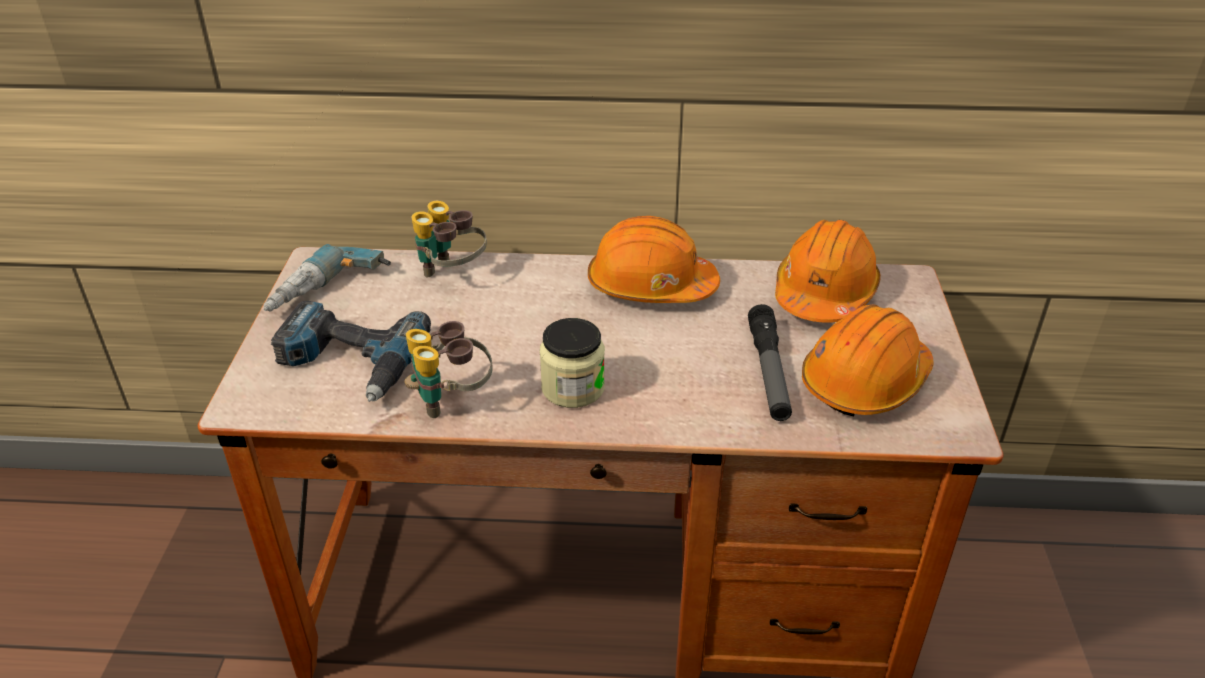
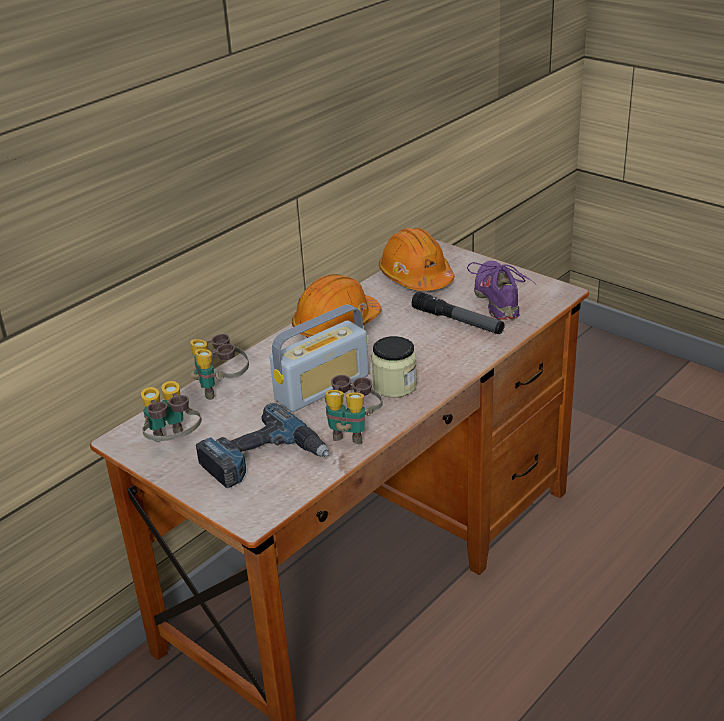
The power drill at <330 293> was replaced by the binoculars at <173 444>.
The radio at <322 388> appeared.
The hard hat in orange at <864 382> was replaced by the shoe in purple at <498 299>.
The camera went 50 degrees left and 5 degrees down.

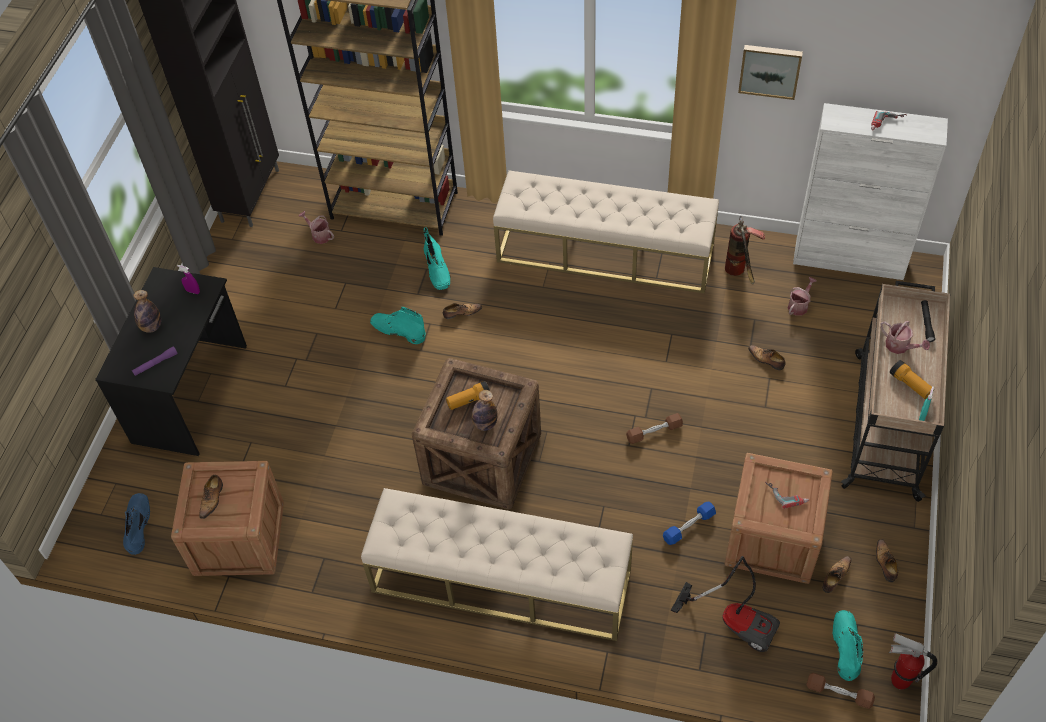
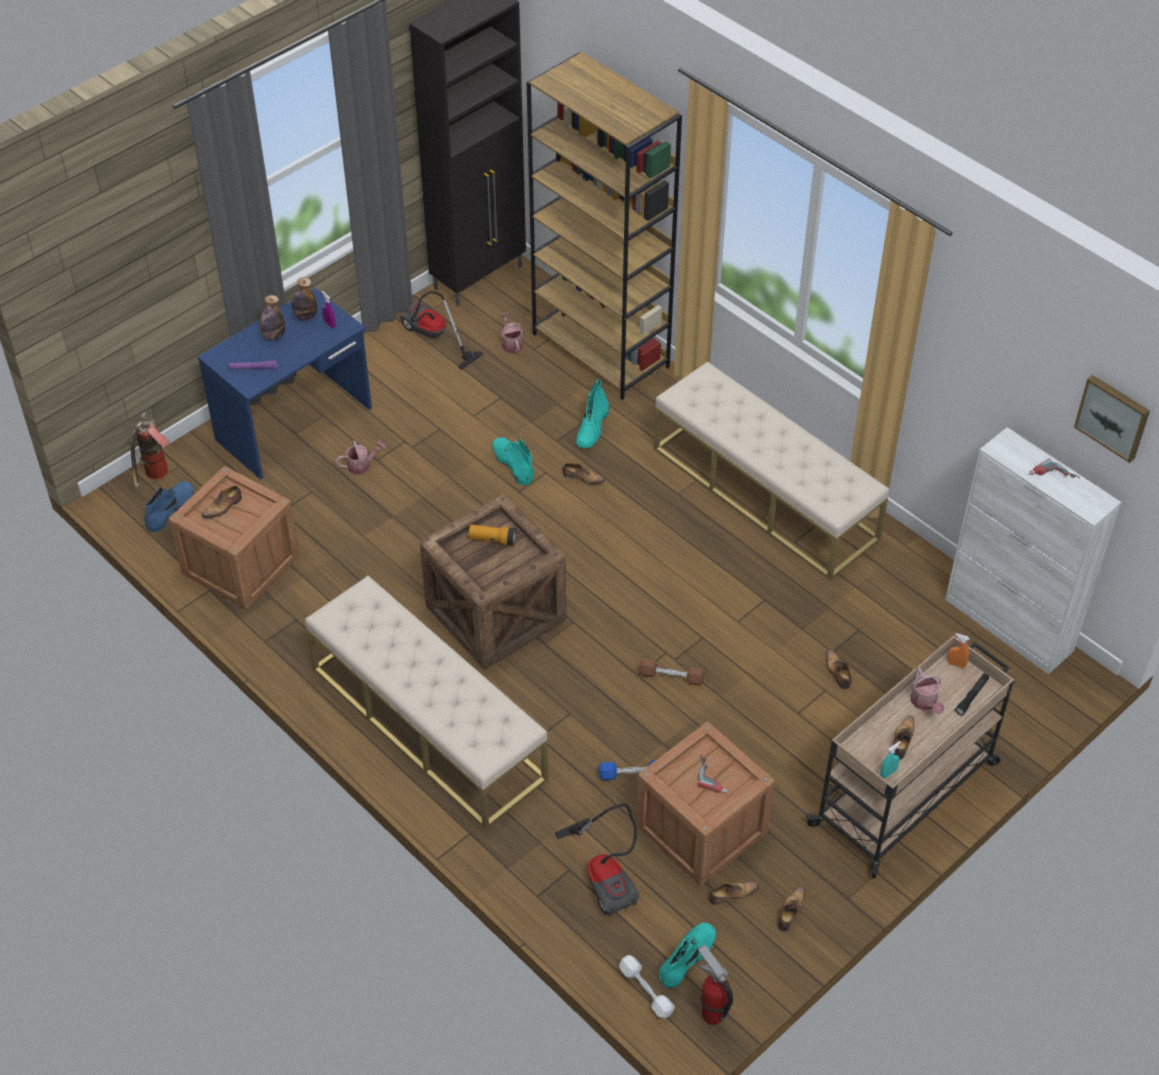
The fire extinguisher moved from <740 273> to <155 478>.
The desk in black at <192 393> became the desk in blue at <295 425>.
The bottle moved from <485 424> to <305 317>.
The watering can moved from <799 305> to <362 465>.
The vacuum cleaner at <432 338> appeared.
The dumbbell in brown at <839 693> became the dumbbell in white at <646 991>.
The flashlight at <910 385> was replaced by the shoe at <902 740>.
The spray bottle in orange at <956 664> appeared.
The picture moved from <770 70> to <1113 416>.
The camera went 30 degrees right and 5 degrees down.

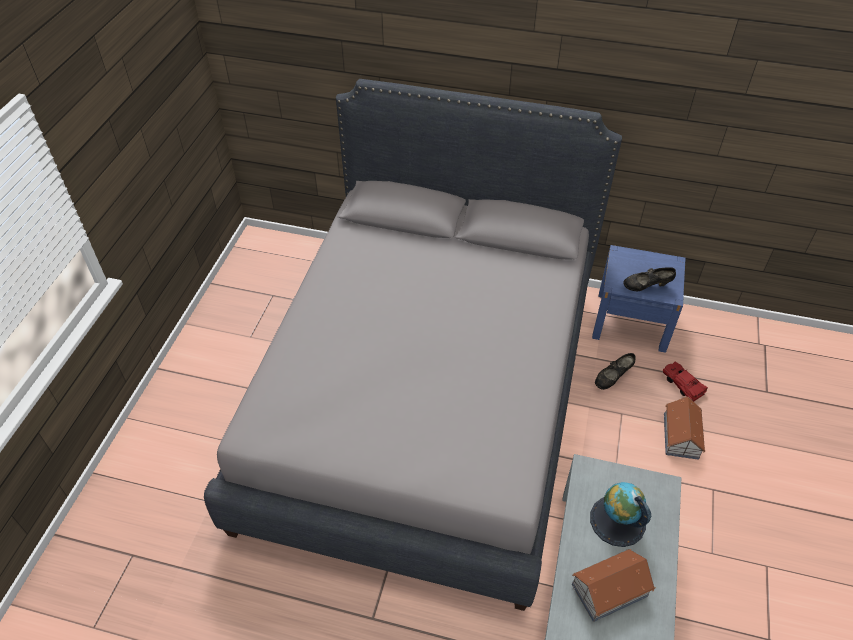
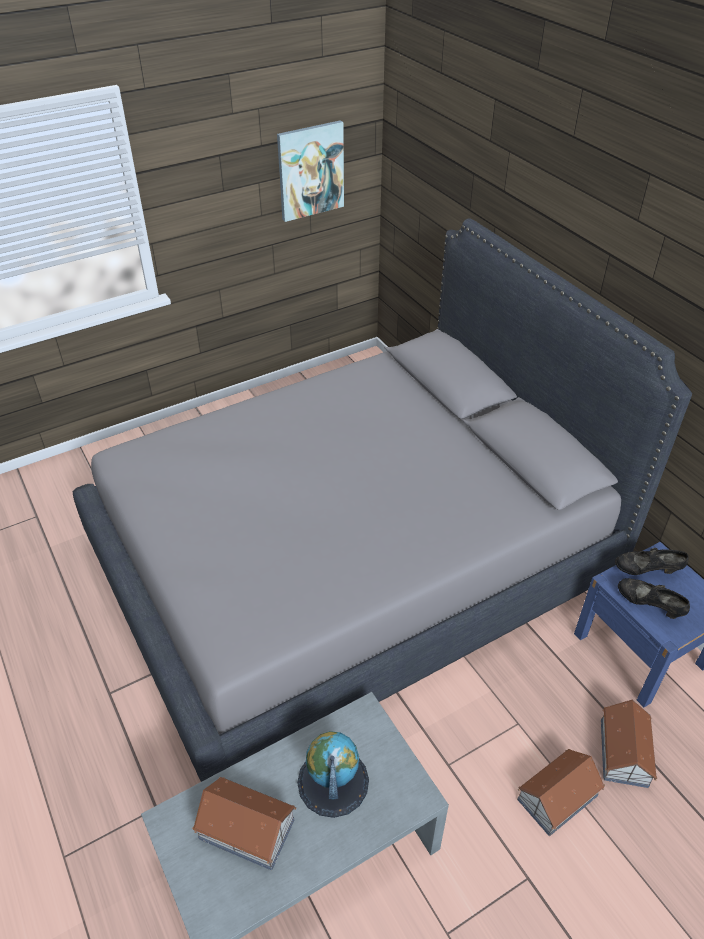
The picture at <310 170> appeared.
The toy car in red at <682 384> was replaced by the toy house at <624 752>.
The shoe in black moved from <612 378> to <646 571>.
The camera went 45 degrees right and 5 degrees down.

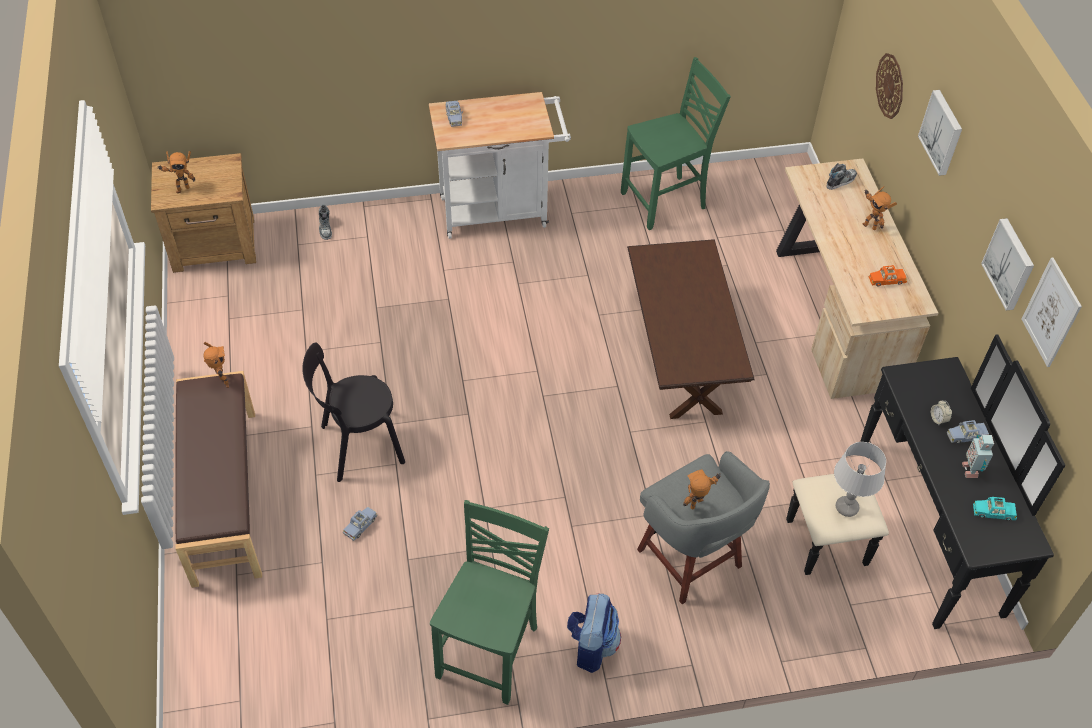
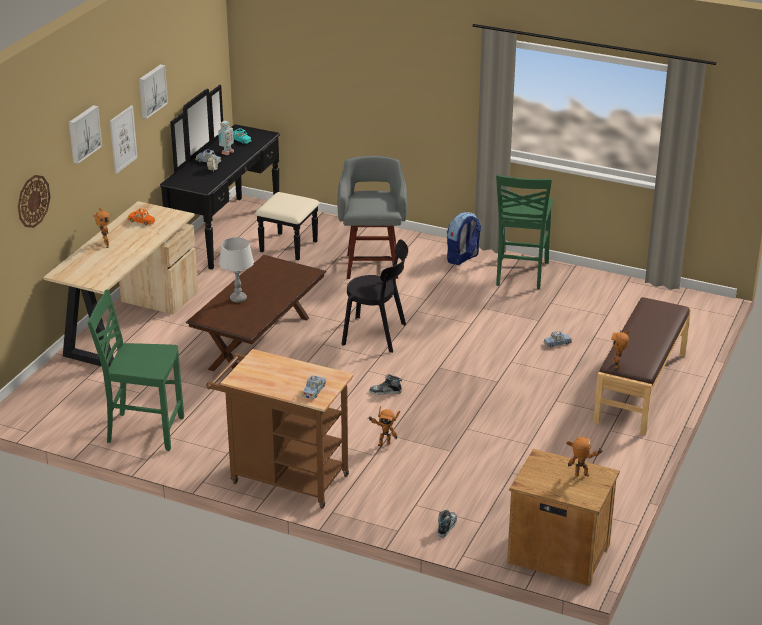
The picture moved from <1051 312> to <123 139>.
The cart in white at <500 210> became the cart in brown at <283 478>.
The table lamp in grey moved from <847 508> to <238 298>.
The chair in black moved from <358 445> to <377 335>.
The toy robot moved from <698 506> to <383 443>.
The shoe moved from <841 181> to <385 391>.
The chair in green at <491 651> turned 45 degrees counterclockwise.
The camera went 145 degrees left and 20 degrees down.

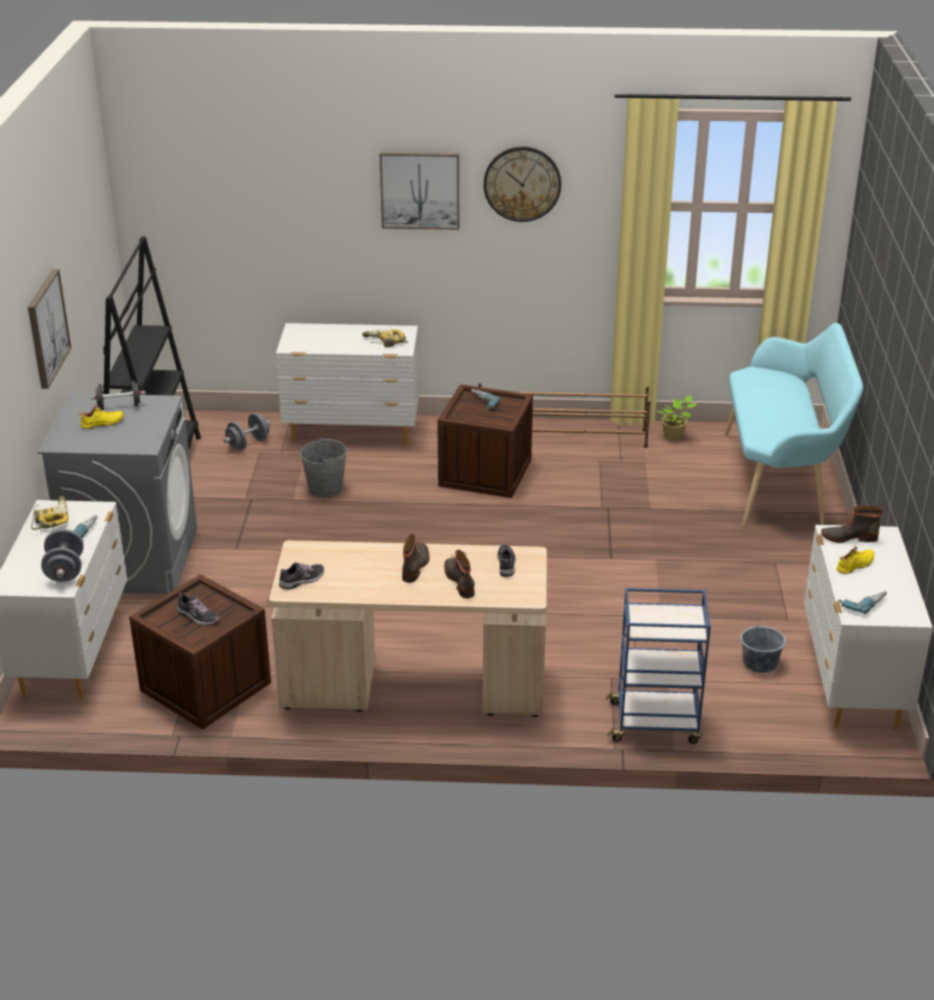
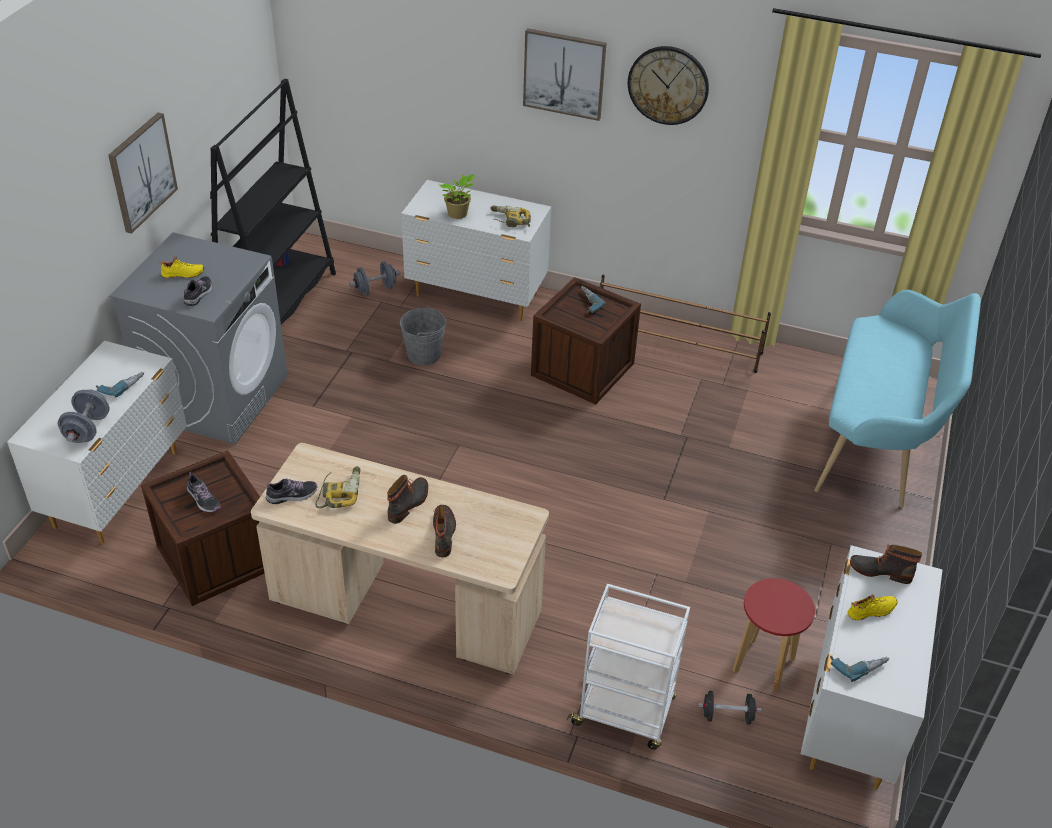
The shoe moved from <506 564> to <199 294>.
The power drill moved from <50 518> to <340 491>.
The potted plant moved from <674 436> to <458 214>.
The cart in blue at <656 722> became the cart in white at <625 712>.
The dumbbell in black moved from <119 406> to <727 716>.
The bucket in grey at <760 663> was replaced by the stool in red at <763 666>.
The camera went 15 degrees right and 10 degrees up.

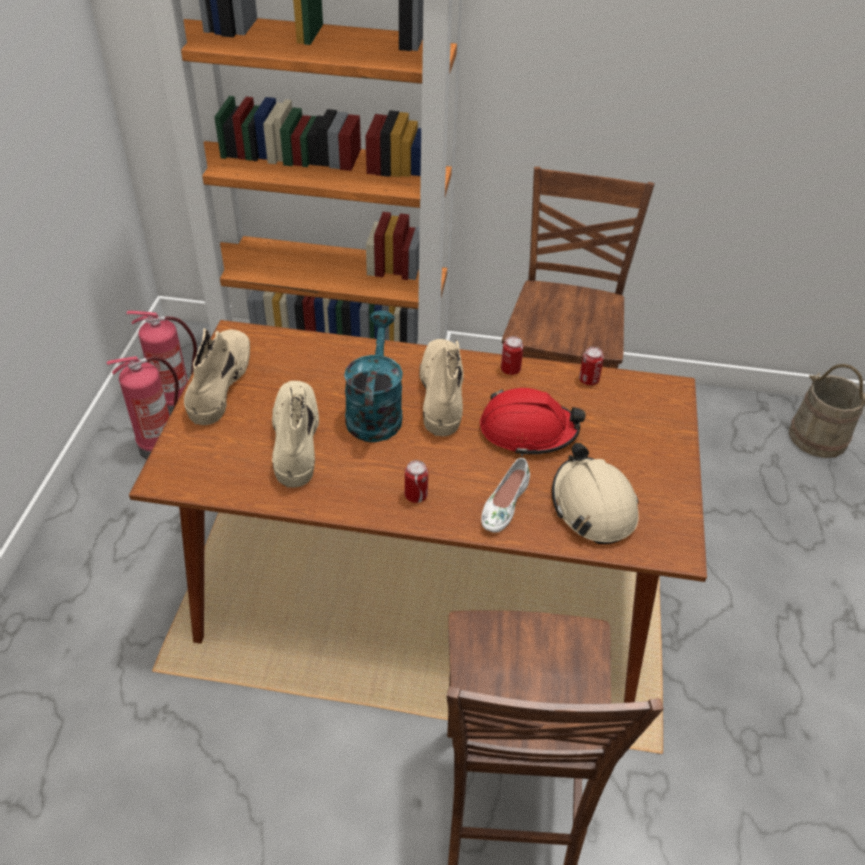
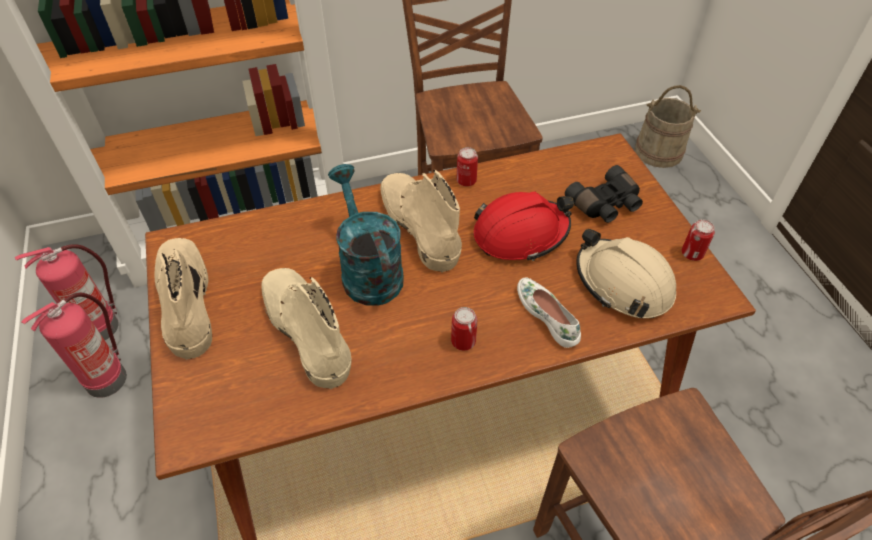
The shoe in white at <503 504> turned 150 degrees clockwise.
The binoculars in black at <605 205> appeared.
The can moved from <588 380> to <692 254>.
The camera went 25 degrees left and 5 degrees up.

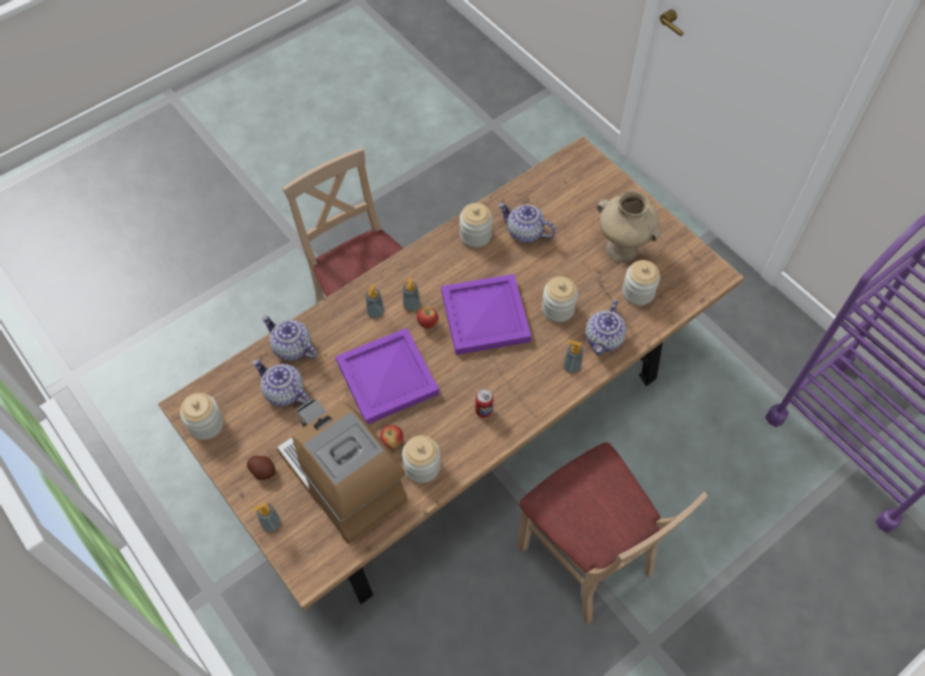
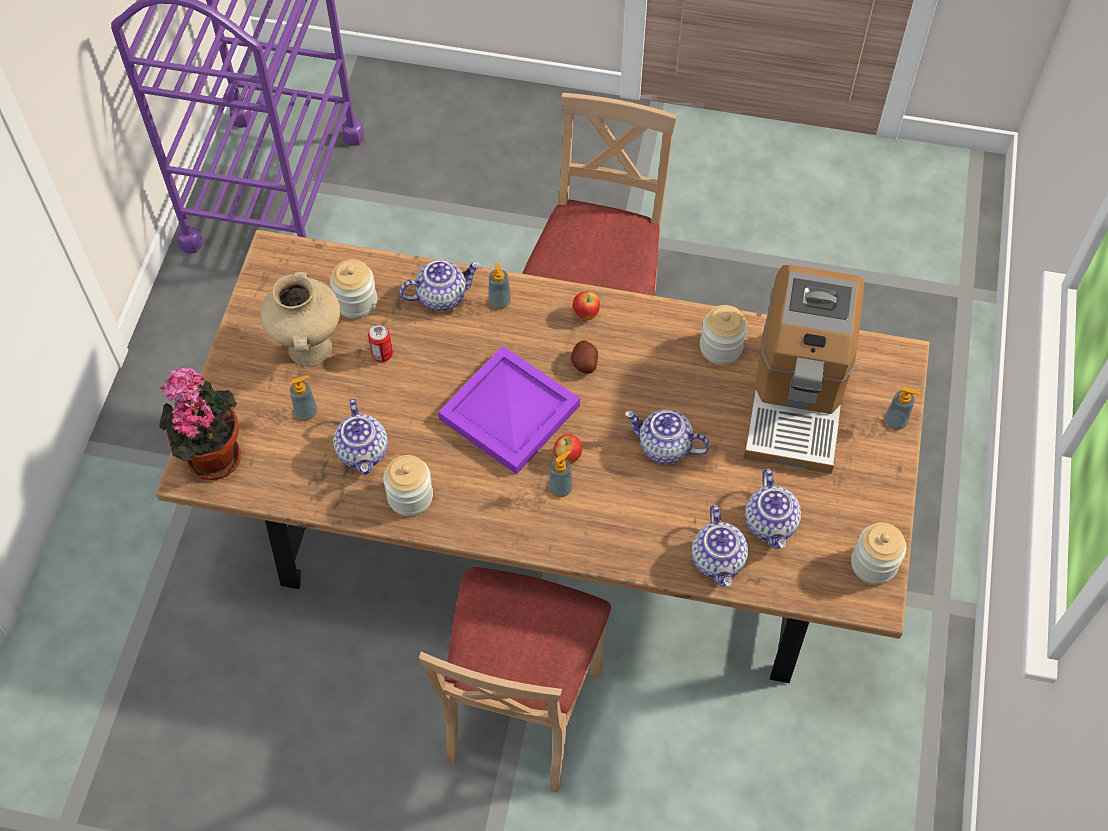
The potted plant at <211 454> appeared.
The soap dispenser moved from <375 313> to <306 412>.
The can moved from <483 410> to <382 354>.
The potato moved from <263 471> to <584 363>.
The apple moved from <392 442> to <586 314>.
The tray in purple at <385 377> was replaced by the teapot at <664 447>.
The jar at <558 309> disappeared.
The camera went 130 degrees left and 0 degrees up.

